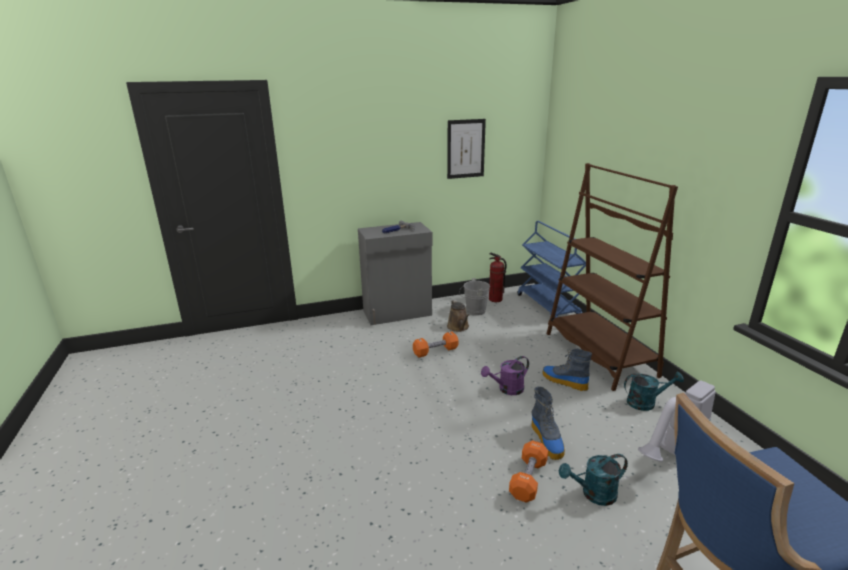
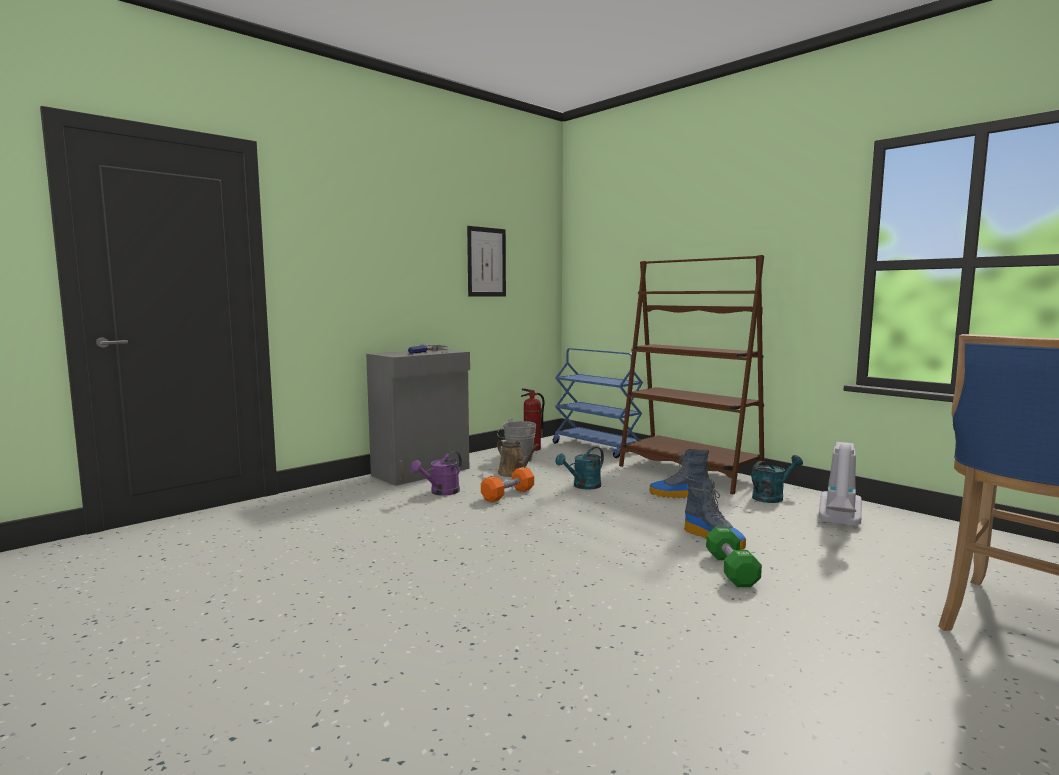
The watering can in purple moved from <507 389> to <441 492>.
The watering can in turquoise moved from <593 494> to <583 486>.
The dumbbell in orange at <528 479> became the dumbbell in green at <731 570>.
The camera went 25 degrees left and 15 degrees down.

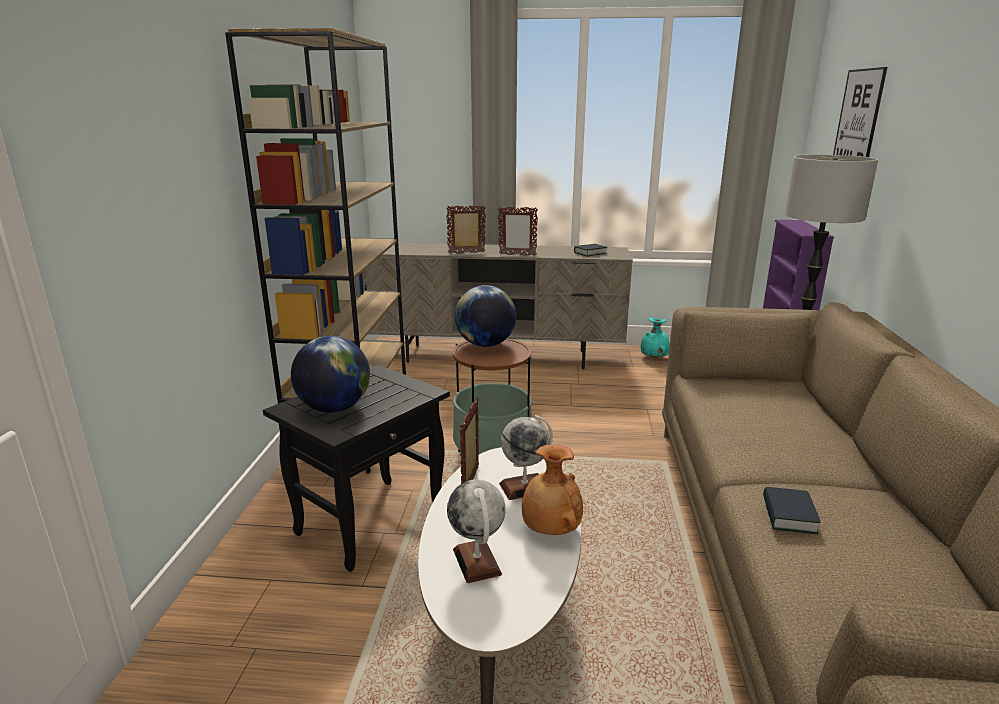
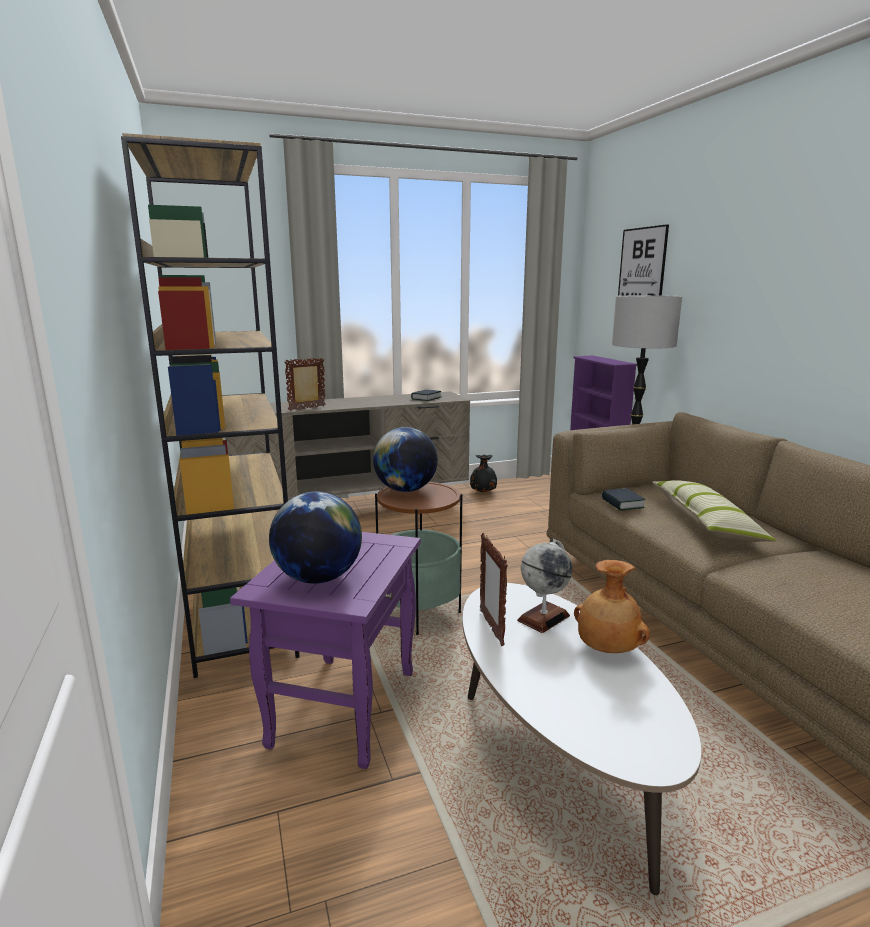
The side table in black at <371 520> became the side table in purple at <343 706>.
The vase in turquoise at <654 357> became the vase in black at <483 492>.
The book moved from <788 516> to <622 503>.
The pillow at <706 523> appeared.
The globe at <477 562> disappeared.
The picture frame at <517 255> disappeared.
The camera went 25 degrees left and 5 degrees down.

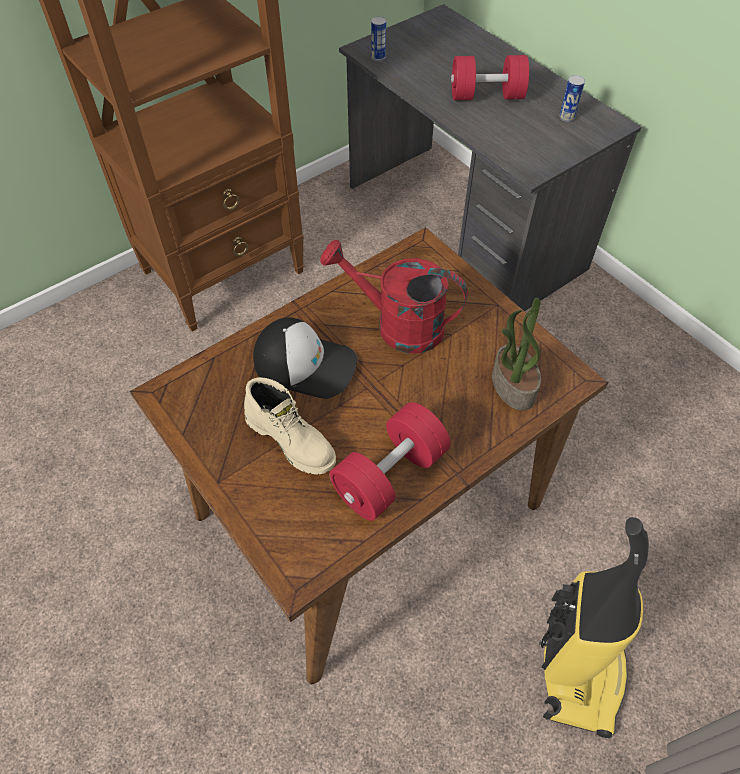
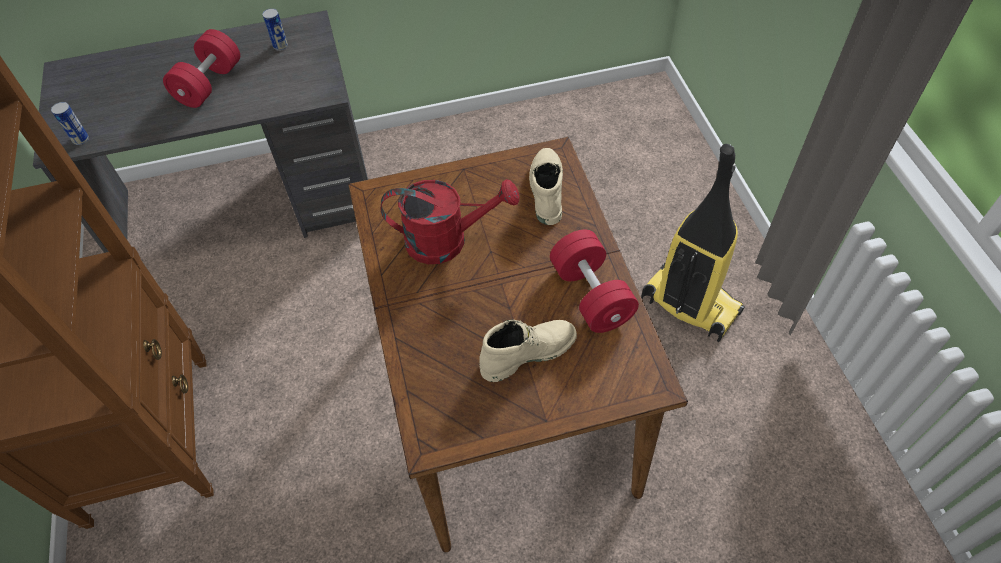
The watering can in red at <397 325> turned 135 degrees counterclockwise.
The potted plant at <512 385> was replaced by the boot in beige at <545 190>.
The cap at <305 364> disappeared.
The camera went 65 degrees left and 0 degrees up.

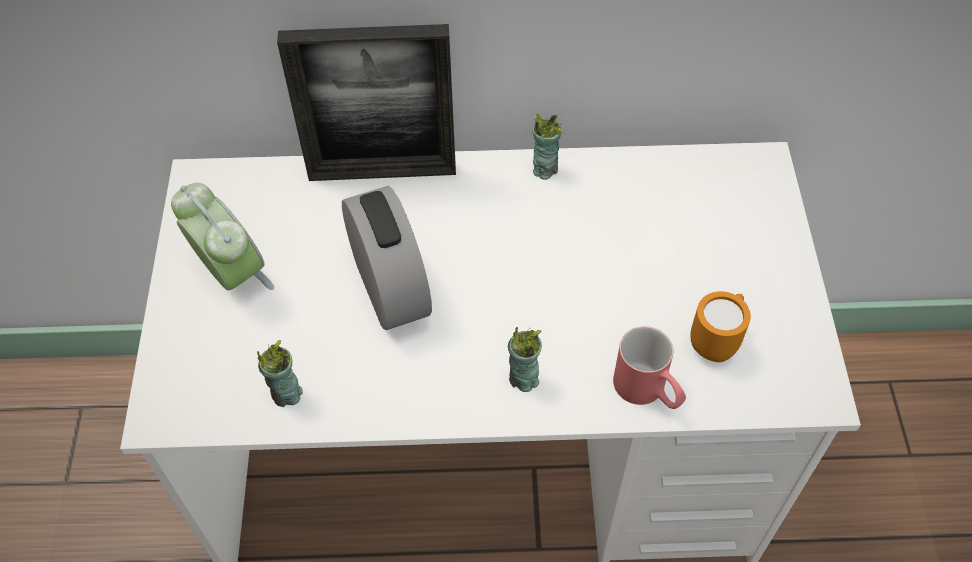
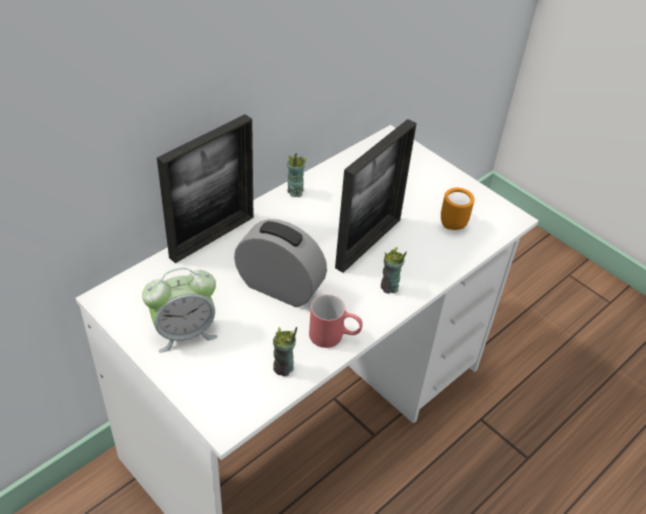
The alarm clock at <232 274> turned 150 degrees clockwise.
The mug in red moved from <648 392> to <334 336>.
The picture frame at <368 243> appeared.
The camera went 45 degrees left and 10 degrees down.

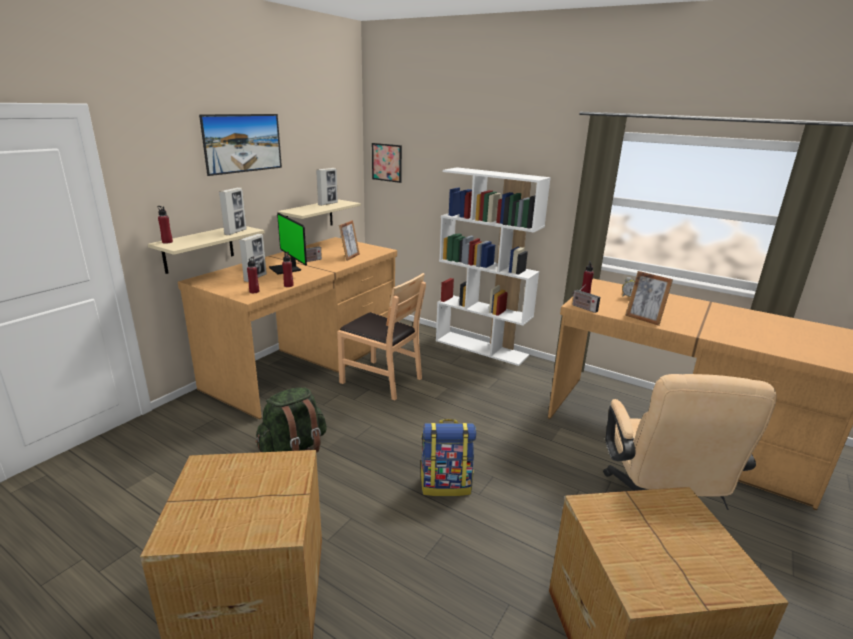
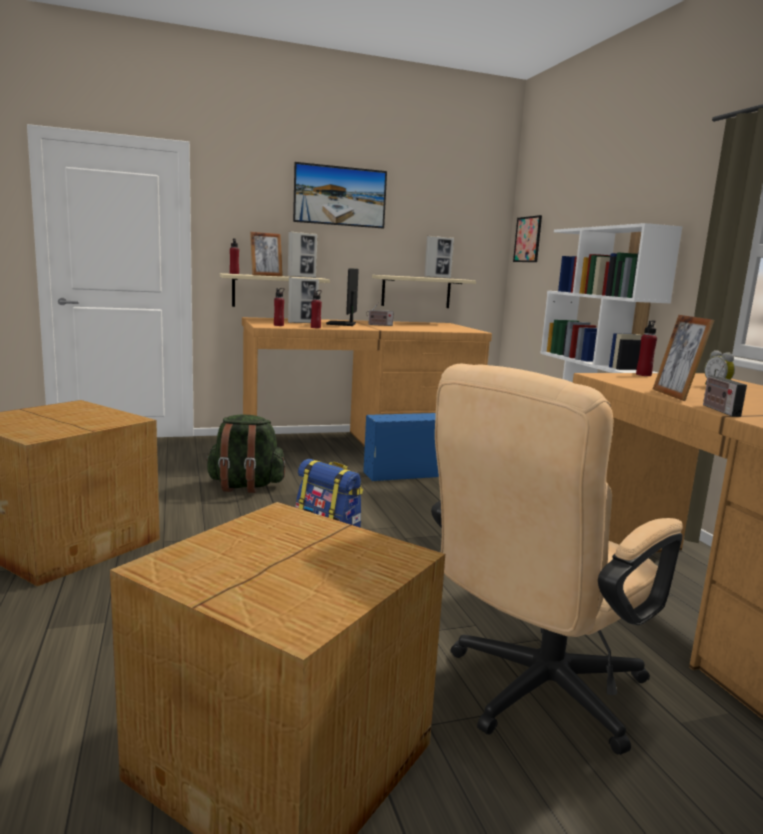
The picture frame moved from <350 257> to <266 275>.
The chair in brown at <381 380> was replaced by the storage box in blue at <408 474>.
The radio moved from <583 308> to <718 410>.
The camera went 40 degrees right and 10 degrees down.

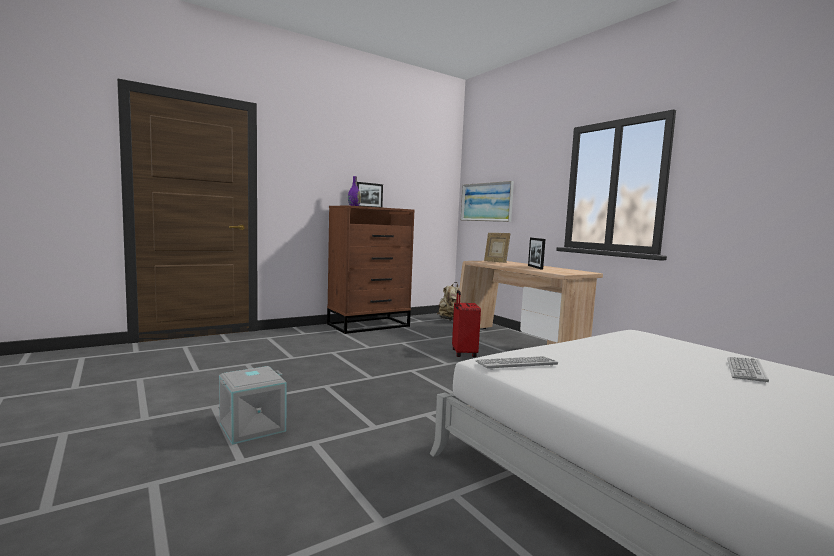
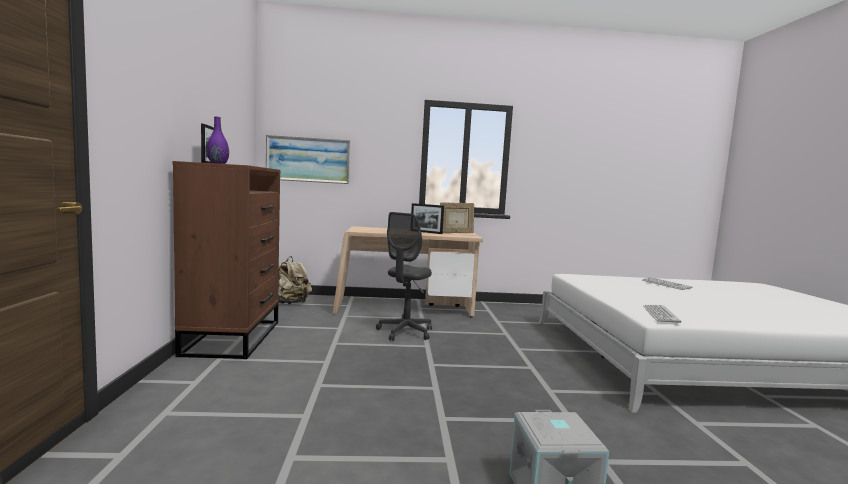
The suitcase in red at <463 353> was replaced by the office chair in grey at <405 332>.
The picture frame moved from <495 262> to <455 233>.
The camera went 60 degrees left and 0 degrees up.

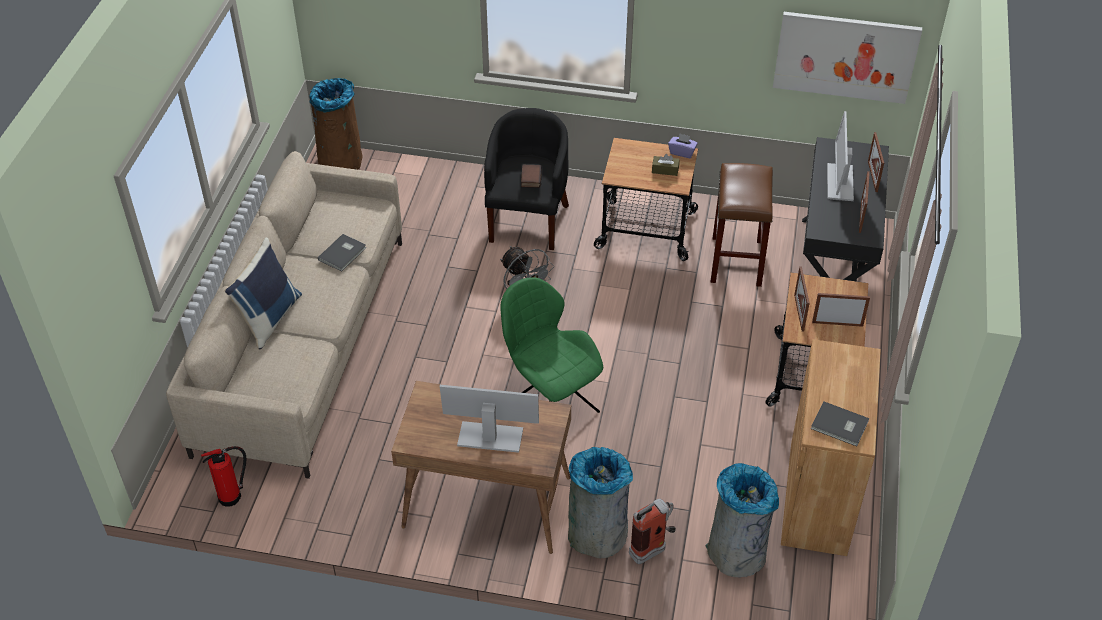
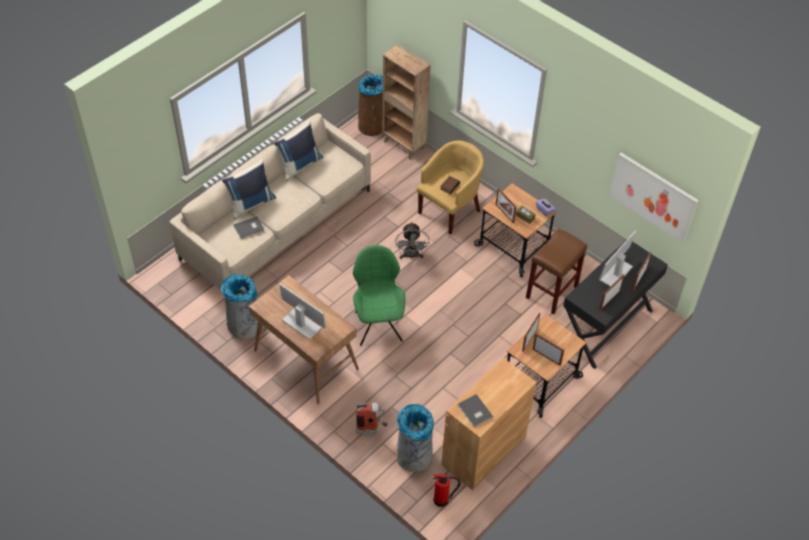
The trash can in grey moved from <597 535> to <244 326>.
The book in grey moved from <343 254> to <249 228>.
The pillow in blue at <299 165> appeared.
The bookcase in brown at <404 145> appeared.
The armchair in black at <528 220> became the armchair in yellow at <450 209>.
The fire extinguisher moved from <232 496> to <442 500>.
The picture frame at <504 213> appeared.
The camera went 30 degrees right and 5 degrees up.

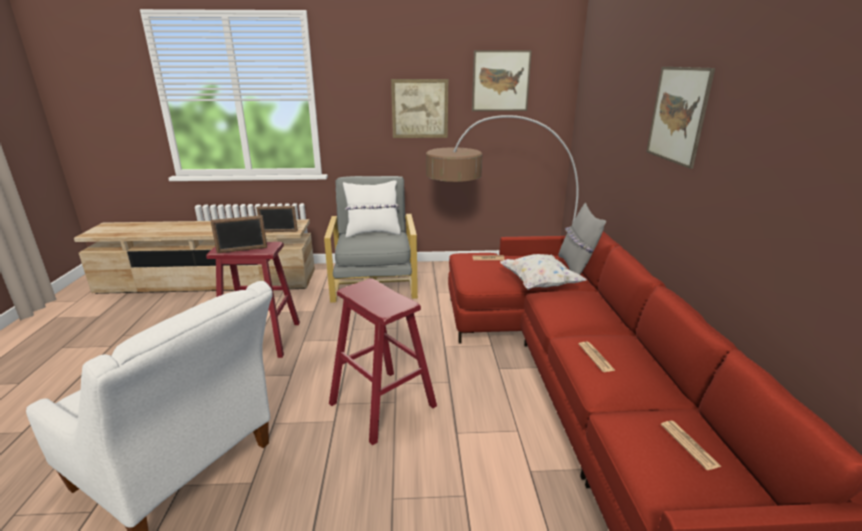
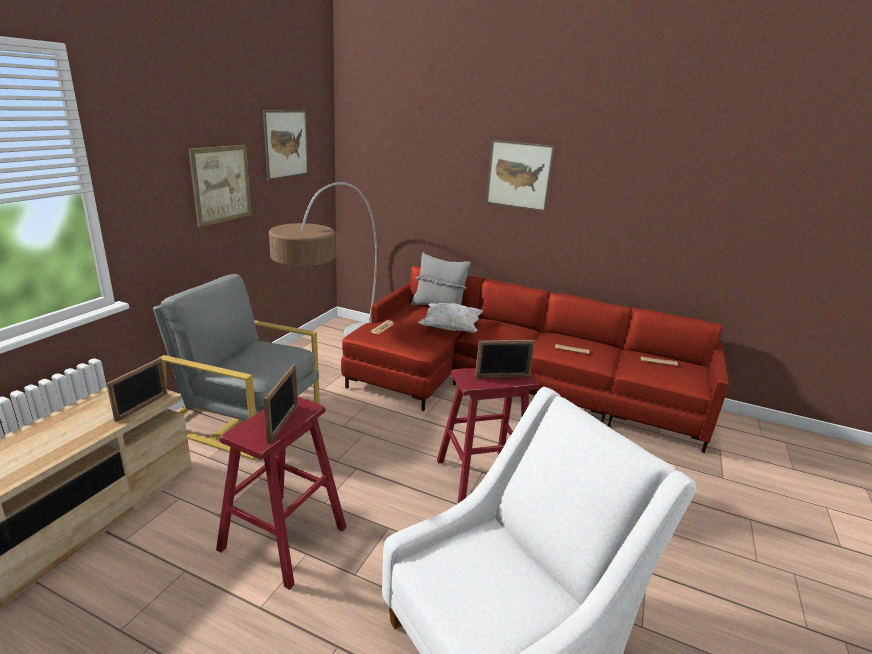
The picture frame at <502 377> appeared.
The pillow in white at <373 233> disappeared.
The camera went 65 degrees left and 0 degrees up.

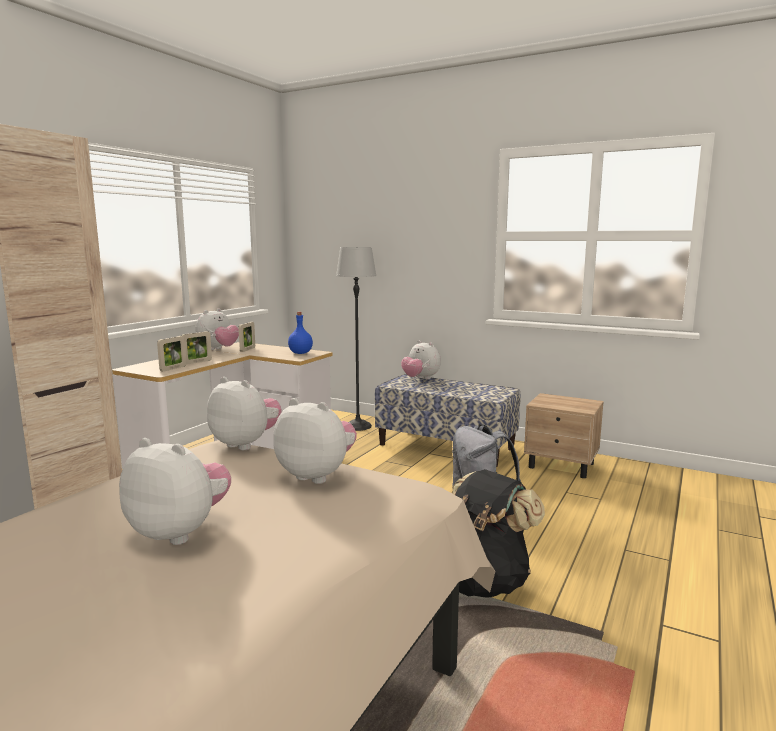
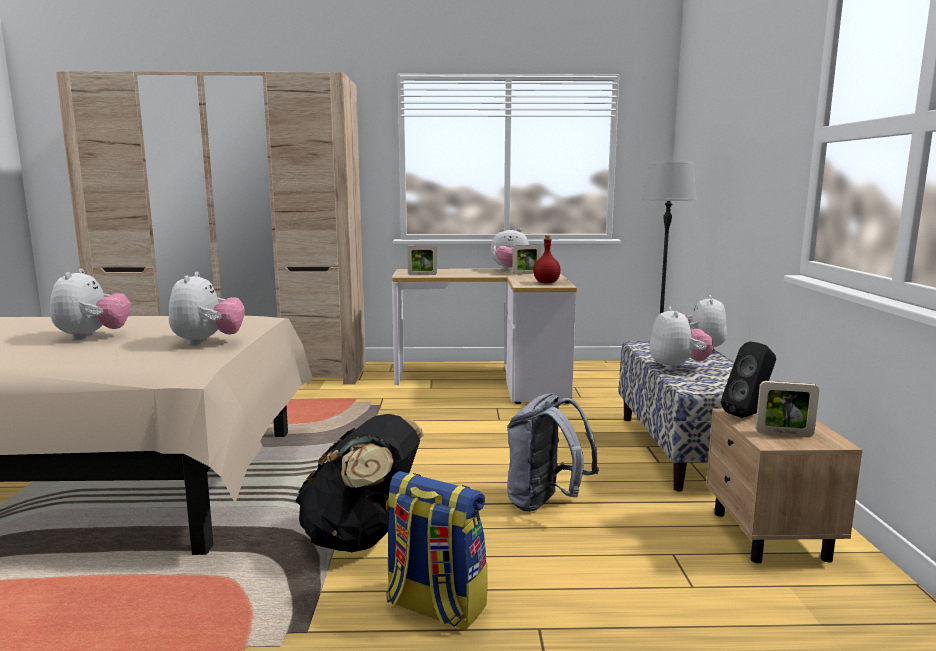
The backpack at <434 606> appeared.
The bottle in blue at <300 353> became the bottle in red at <546 283>.
The plush toy moved from <246 444> to <677 367>.
The speaker in black at <748 415> appeared.
The picture frame moved from <197 362> to <784 434>.
The camera went 60 degrees right and 0 degrees up.

